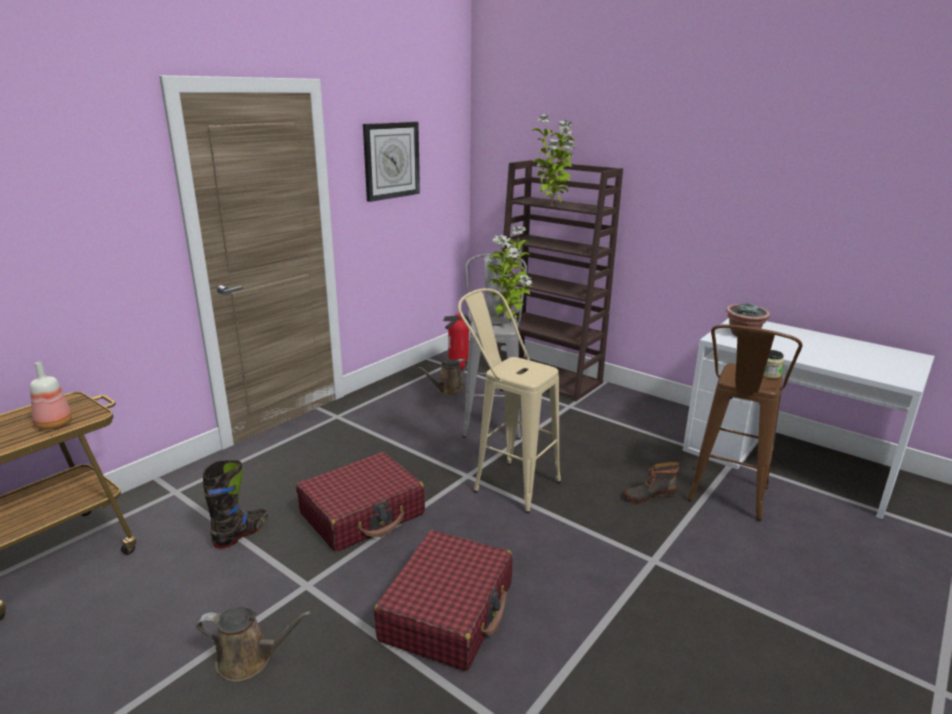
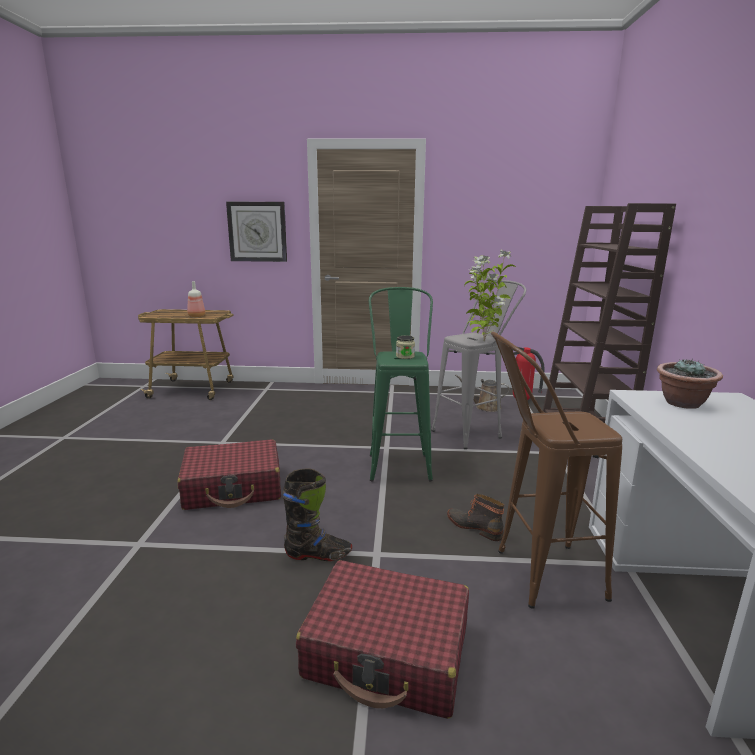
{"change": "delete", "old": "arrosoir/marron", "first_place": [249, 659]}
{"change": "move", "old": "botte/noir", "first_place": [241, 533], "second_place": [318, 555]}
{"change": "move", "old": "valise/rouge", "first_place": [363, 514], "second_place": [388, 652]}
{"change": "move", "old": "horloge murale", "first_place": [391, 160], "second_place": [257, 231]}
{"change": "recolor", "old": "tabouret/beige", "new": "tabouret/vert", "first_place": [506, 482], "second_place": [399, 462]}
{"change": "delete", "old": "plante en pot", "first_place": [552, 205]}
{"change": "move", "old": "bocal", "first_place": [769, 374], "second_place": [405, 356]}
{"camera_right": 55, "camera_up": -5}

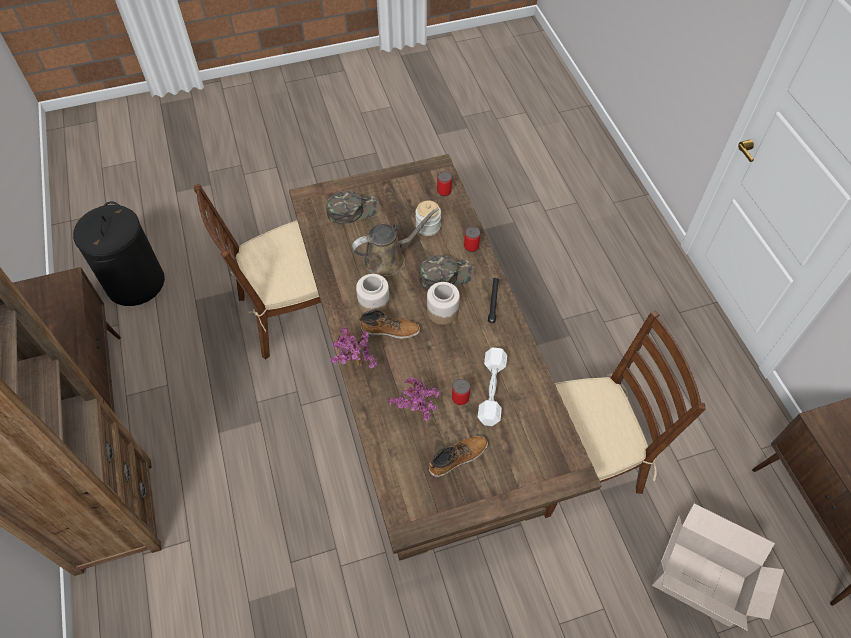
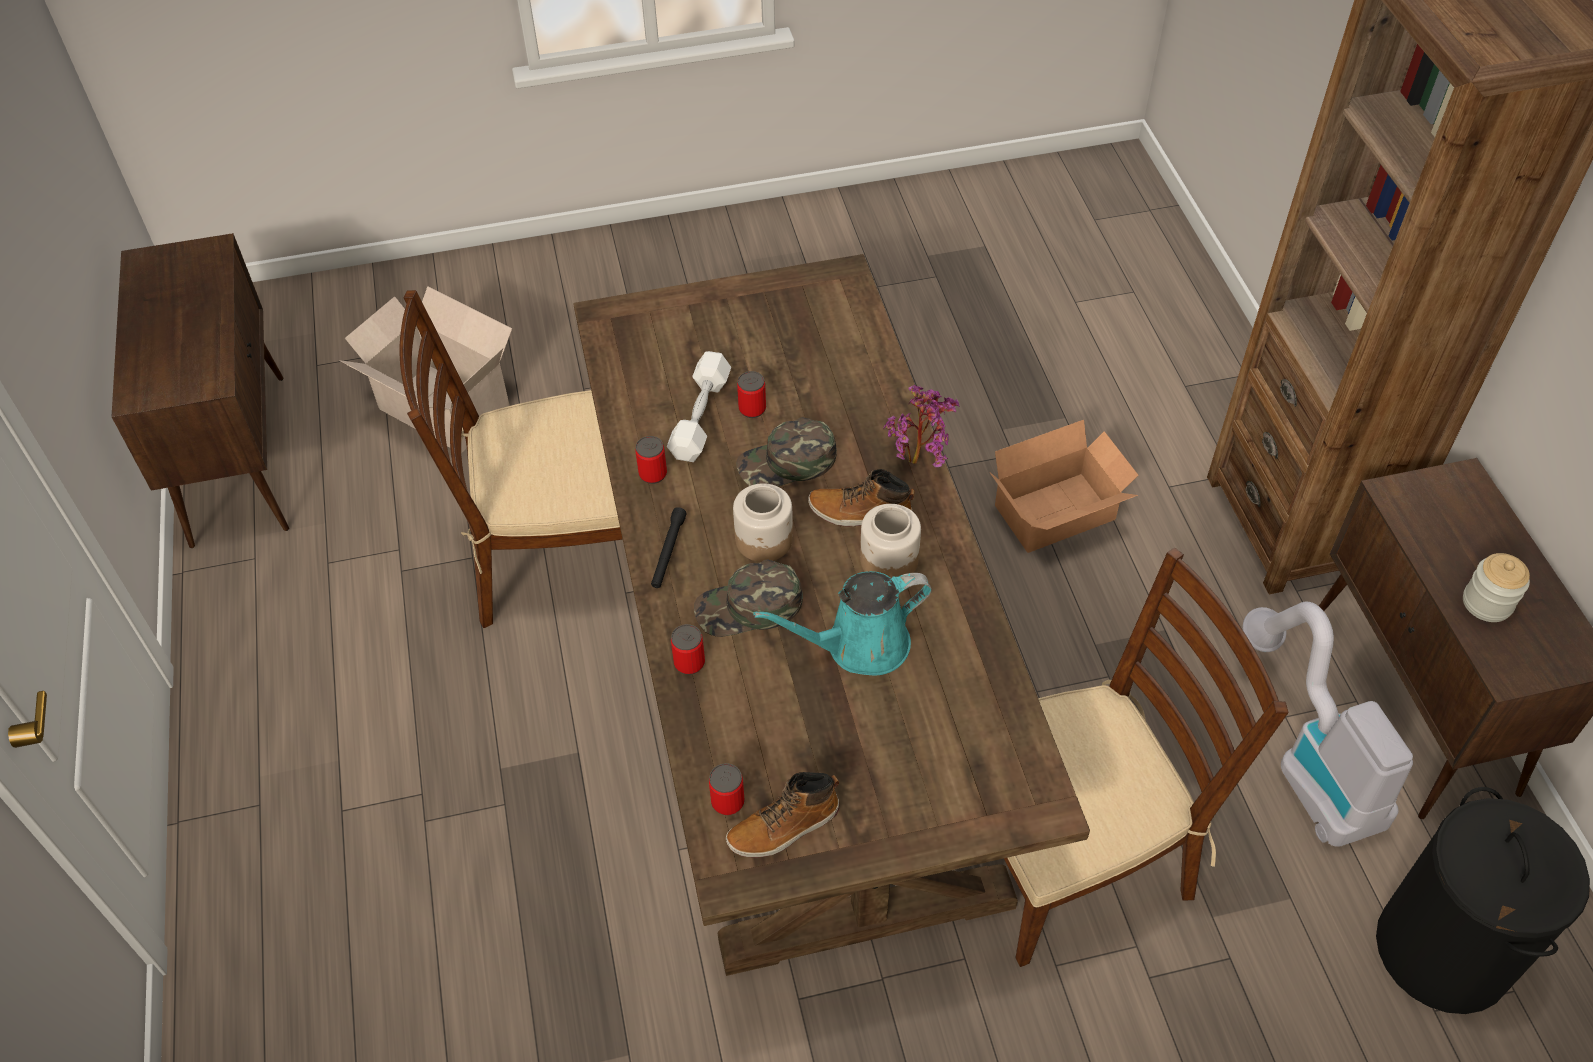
{"change": "move", "old": "casquette/vert", "first_place": [352, 209], "second_place": [787, 463]}
{"change": "recolor", "old": "arrosoir/marron", "new": "arrosoir/turquoise", "first_place": [388, 259], "second_place": [859, 645]}
{"change": "delete", "old": "plante en pot", "first_place": [418, 414]}
{"change": "move", "old": "bocal", "first_place": [428, 227], "second_place": [1487, 603]}
{"change": "move", "old": "botte", "first_place": [457, 457], "second_place": [784, 827]}
{"change": "insert", "new": "boîte métallique", "second_place": [653, 474]}
{"change": "insert", "new": "carton", "second_place": [1059, 515]}
{"change": "insert", "new": "aspirateur", "second_place": [1308, 761]}
{"camera_right": -175, "camera_up": -5}

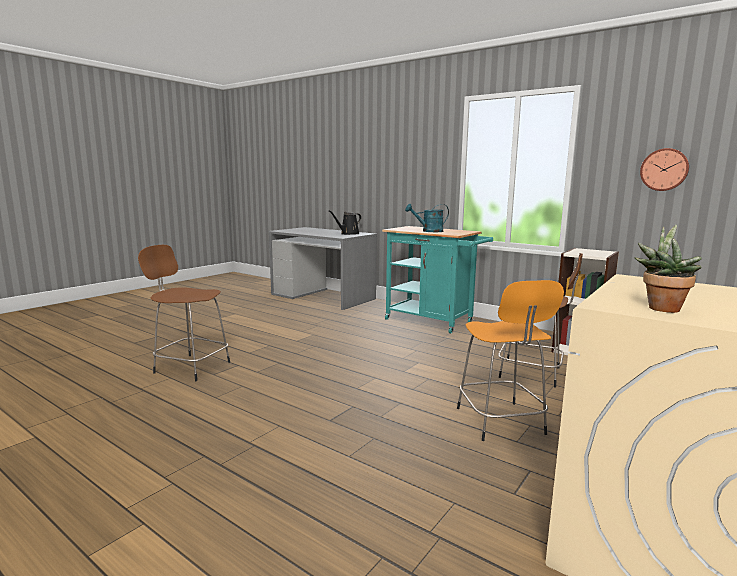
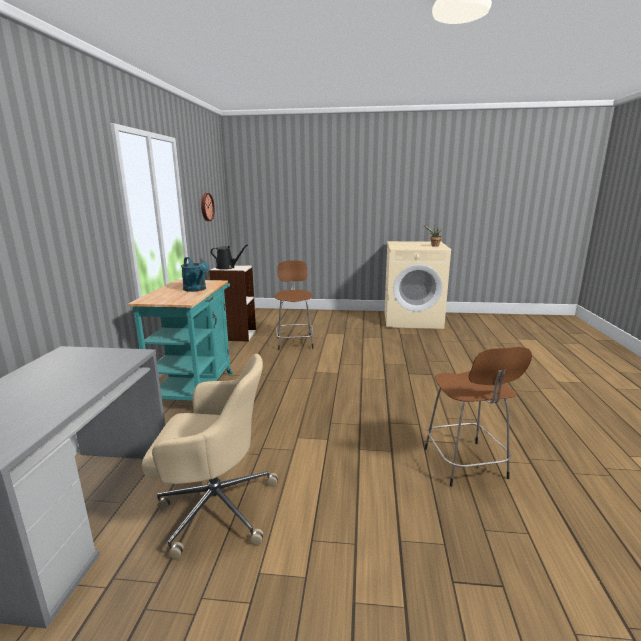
{"change": "move", "old": "arrosoir/noir", "first_place": [348, 234], "second_place": [227, 267]}
{"change": "delete", "old": "tabouret/orange", "first_place": [501, 422]}
{"change": "insert", "new": "chaise de bureau/beige", "second_place": [215, 507]}
{"camera_right": -120, "camera_up": 5}

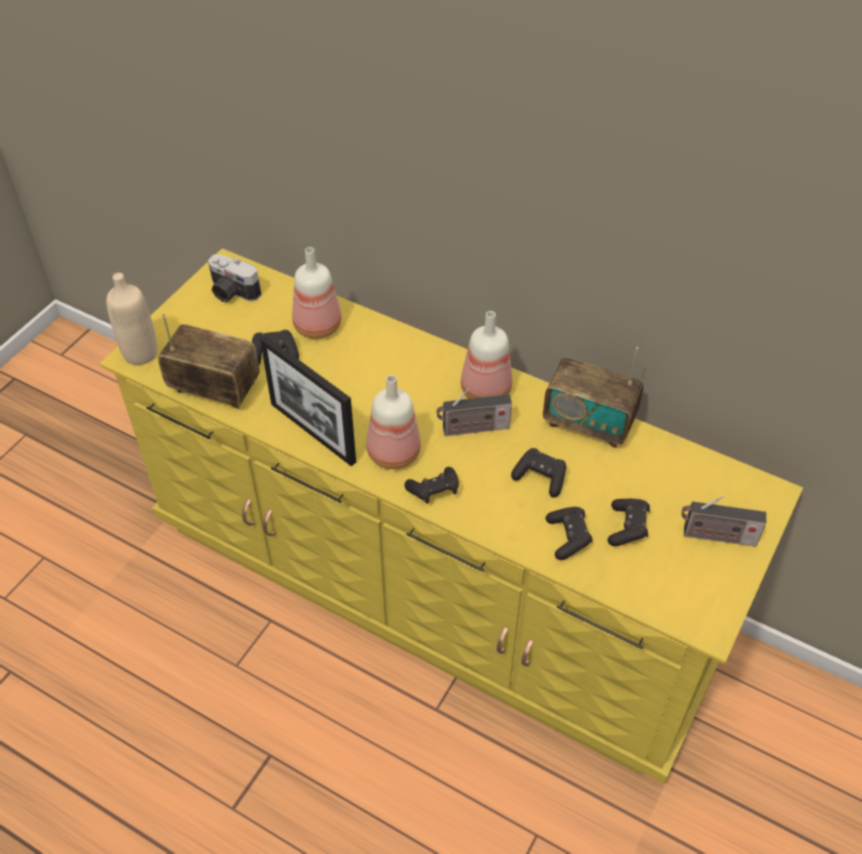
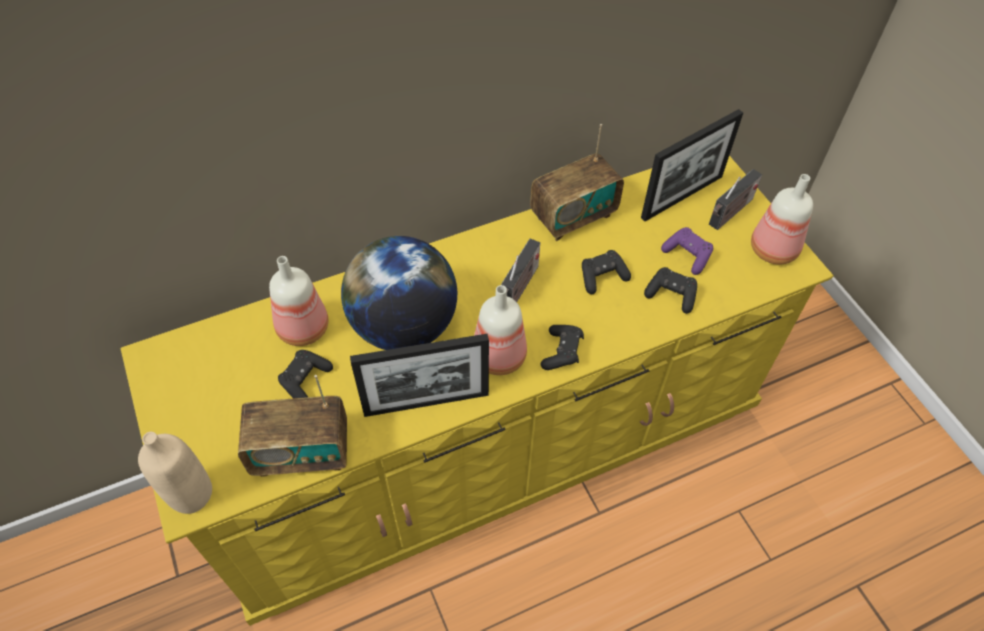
{"change": "rotate", "old": "radio", "first_place": [214, 388], "second_place": [302, 452], "degrees": -150}
{"change": "delete", "old": "appareil photo", "first_place": [232, 292]}
{"change": "move", "old": "bouteille", "first_place": [486, 391], "second_place": [775, 250]}
{"change": "recolor", "old": "manette/noir", "new": "manette/violet", "first_place": [627, 528], "second_place": [687, 255]}
{"change": "insert", "new": "globe", "second_place": [404, 326]}
{"change": "insert", "new": "cadre photo", "second_place": [682, 197]}
{"camera_right": -55, "camera_up": 5}

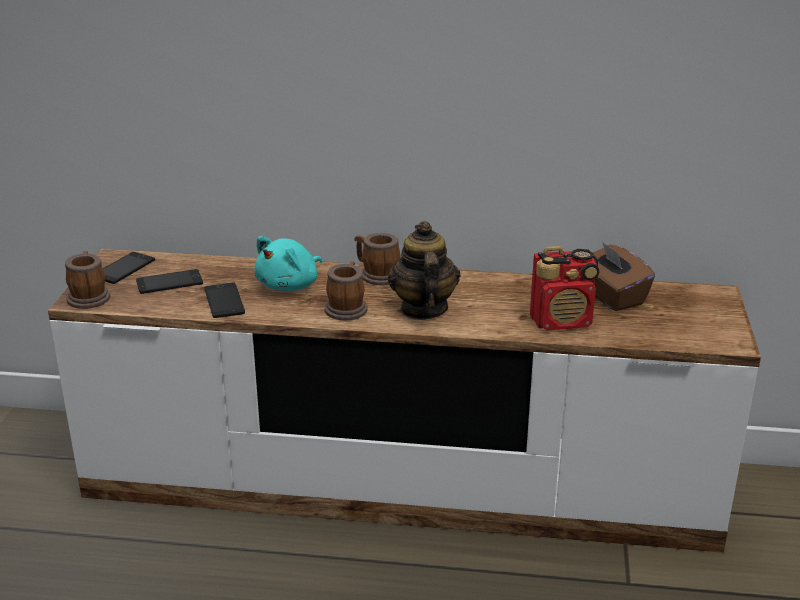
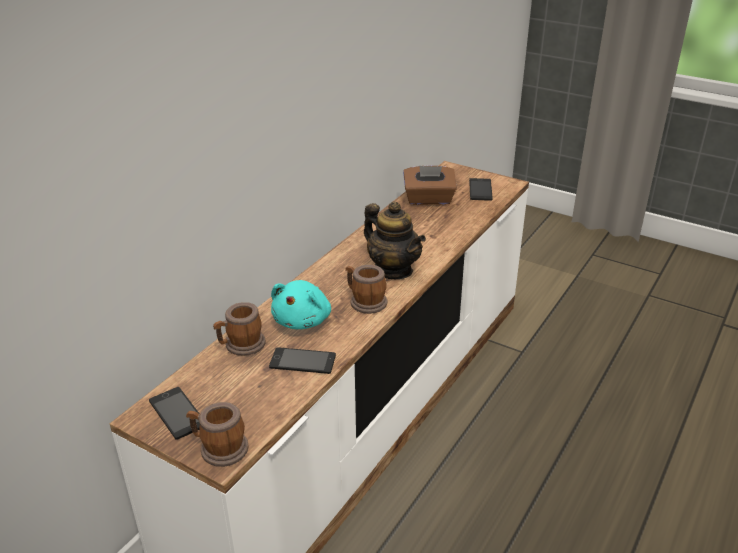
{"change": "move", "old": "téléphone", "first_place": [169, 282], "second_place": [480, 190]}
{"change": "rotate", "old": "peluche/turquoise", "first_place": [290, 285], "second_place": [303, 320], "degrees": 45}
{"change": "move", "old": "mug", "first_place": [376, 275], "second_place": [241, 345]}
{"change": "rotate", "old": "théière", "first_place": [423, 309], "second_place": [393, 270], "degrees": -150}
{"change": "delete", "old": "radio", "first_place": [562, 321]}
{"camera_right": -65, "camera_up": 5}

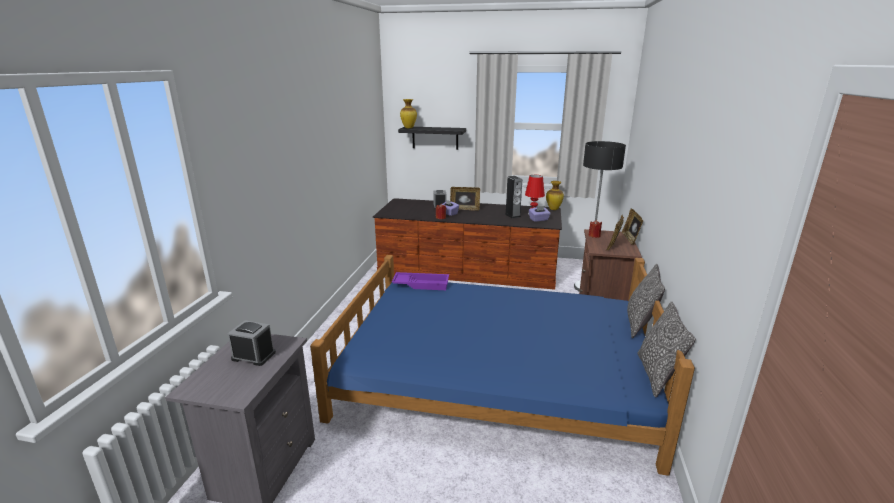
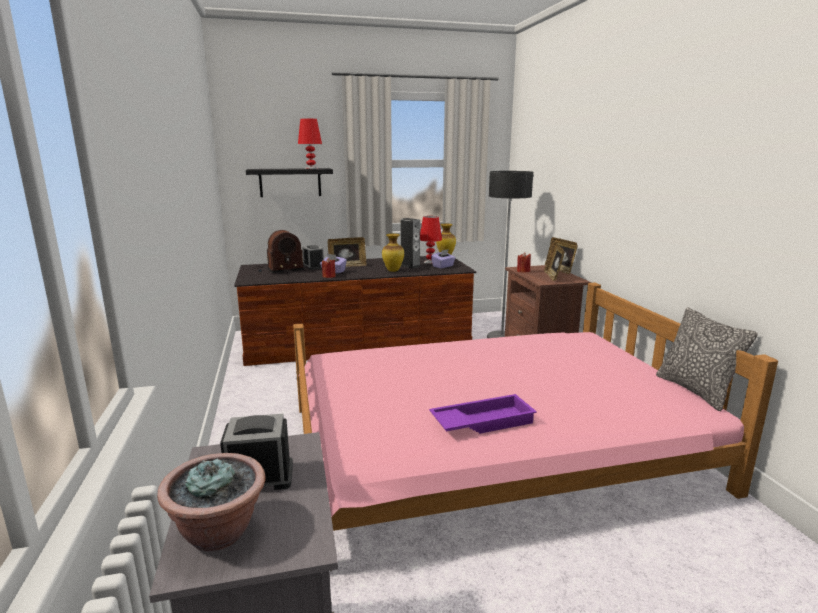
{"change": "recolor", "old": "lit/bleu", "new": "lit/rose", "first_place": [494, 375], "second_place": [489, 447]}
{"change": "move", "old": "plateau/violet", "first_place": [421, 284], "second_place": [482, 421]}
{"change": "move", "old": "vase", "first_place": [408, 128], "second_place": [393, 271]}
{"change": "delete", "old": "coussin", "first_place": [639, 324]}
{"change": "insert", "new": "plante en pot", "second_place": [219, 532]}
{"change": "insert", "new": "radio", "second_place": [278, 269]}
{"change": "insert", "new": "lampe de table/rouge", "second_place": [311, 168]}
{"camera_right": -25, "camera_up": -5}

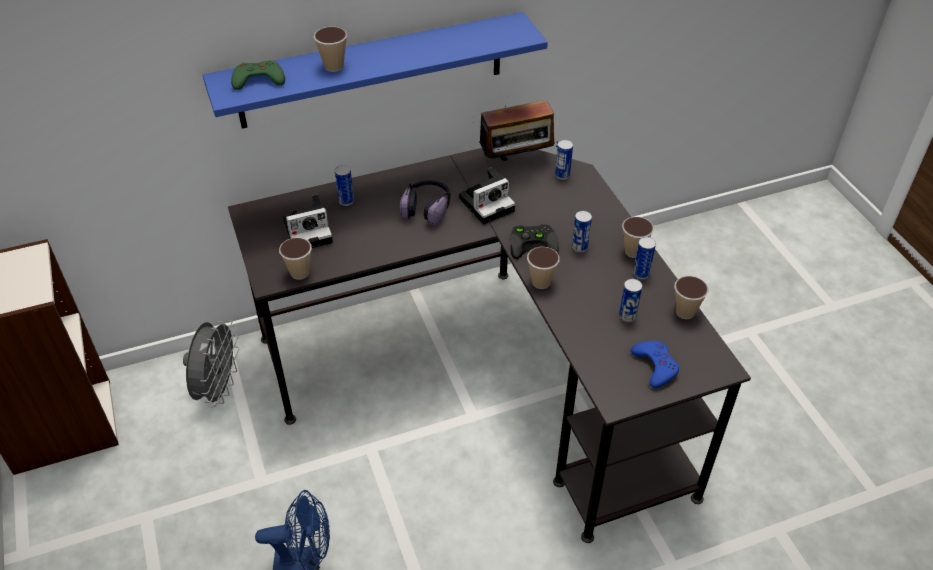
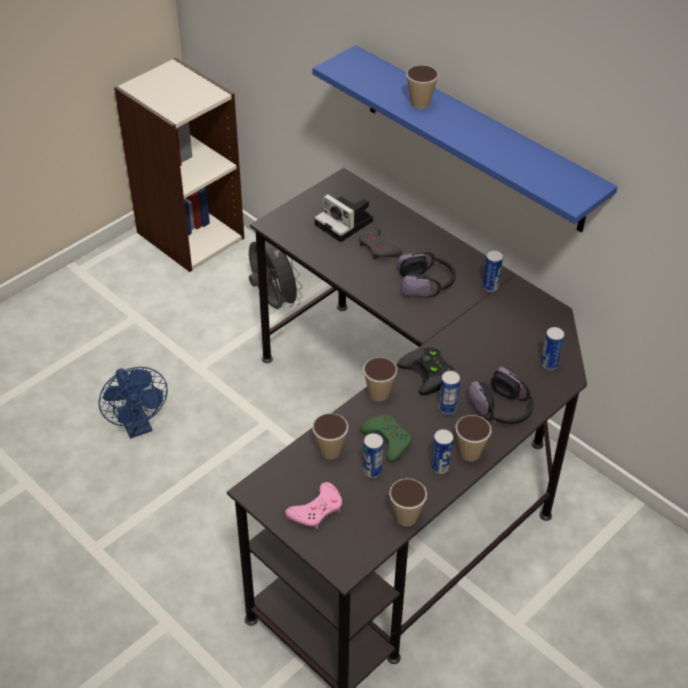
{"change": "rotate", "old": "ventilateur/gris", "first_place": [218, 388], "second_place": [273, 302], "degrees": -105}
{"change": "move", "old": "manette/vert", "first_place": [258, 80], "second_place": [387, 440]}
{"change": "move", "old": "tasse", "first_place": [299, 273], "second_place": [330, 451]}
{"change": "move", "old": "boîte métallique", "first_place": [346, 201], "second_place": [490, 287]}
{"change": "delete", "old": "appareil photo", "first_place": [488, 203]}
{"change": "delete", "old": "radio", "first_place": [517, 161]}
{"change": "recolor", "old": "manette/bleu", "new": "manette/rose", "first_place": [655, 366], "second_place": [316, 510]}
{"change": "insert", "new": "manette/gris", "second_place": [378, 248]}
{"change": "insert", "new": "casque audio", "second_place": [501, 409]}
{"camera_right": 65, "camera_up": 0}

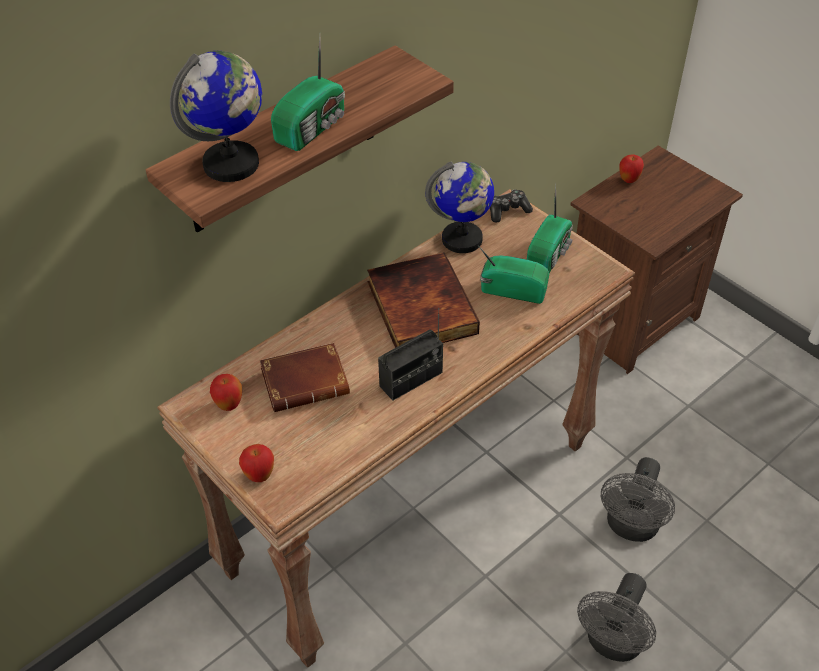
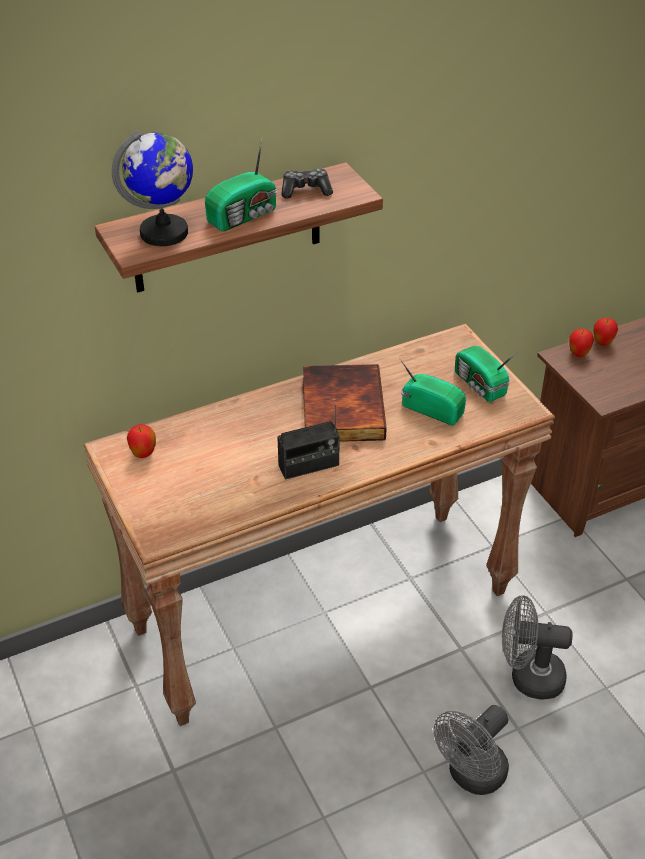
{"change": "move", "old": "pomme", "first_place": [259, 476], "second_place": [578, 354]}
{"change": "delete", "old": "livre/marron", "first_place": [307, 381]}
{"change": "delete", "old": "globe", "first_place": [462, 239]}
{"change": "move", "old": "manette", "first_place": [507, 210], "second_place": [306, 190]}
{"change": "rotate", "old": "radio", "first_place": [550, 254], "second_place": [480, 385], "degrees": 105}
{"change": "rotate", "old": "ventilateur/gris", "first_place": [631, 527], "second_place": [528, 677], "degrees": 60}
{"camera_right": 15, "camera_up": -5}

